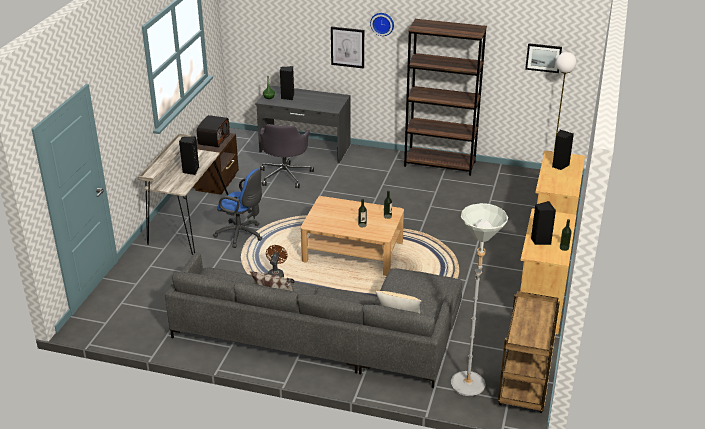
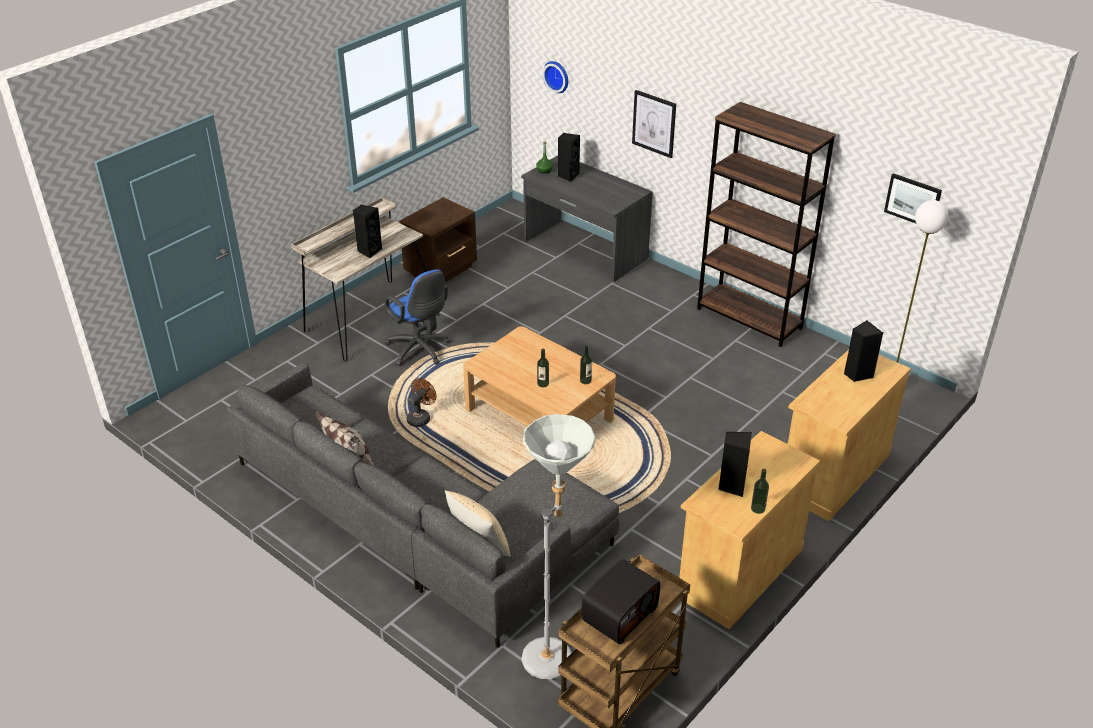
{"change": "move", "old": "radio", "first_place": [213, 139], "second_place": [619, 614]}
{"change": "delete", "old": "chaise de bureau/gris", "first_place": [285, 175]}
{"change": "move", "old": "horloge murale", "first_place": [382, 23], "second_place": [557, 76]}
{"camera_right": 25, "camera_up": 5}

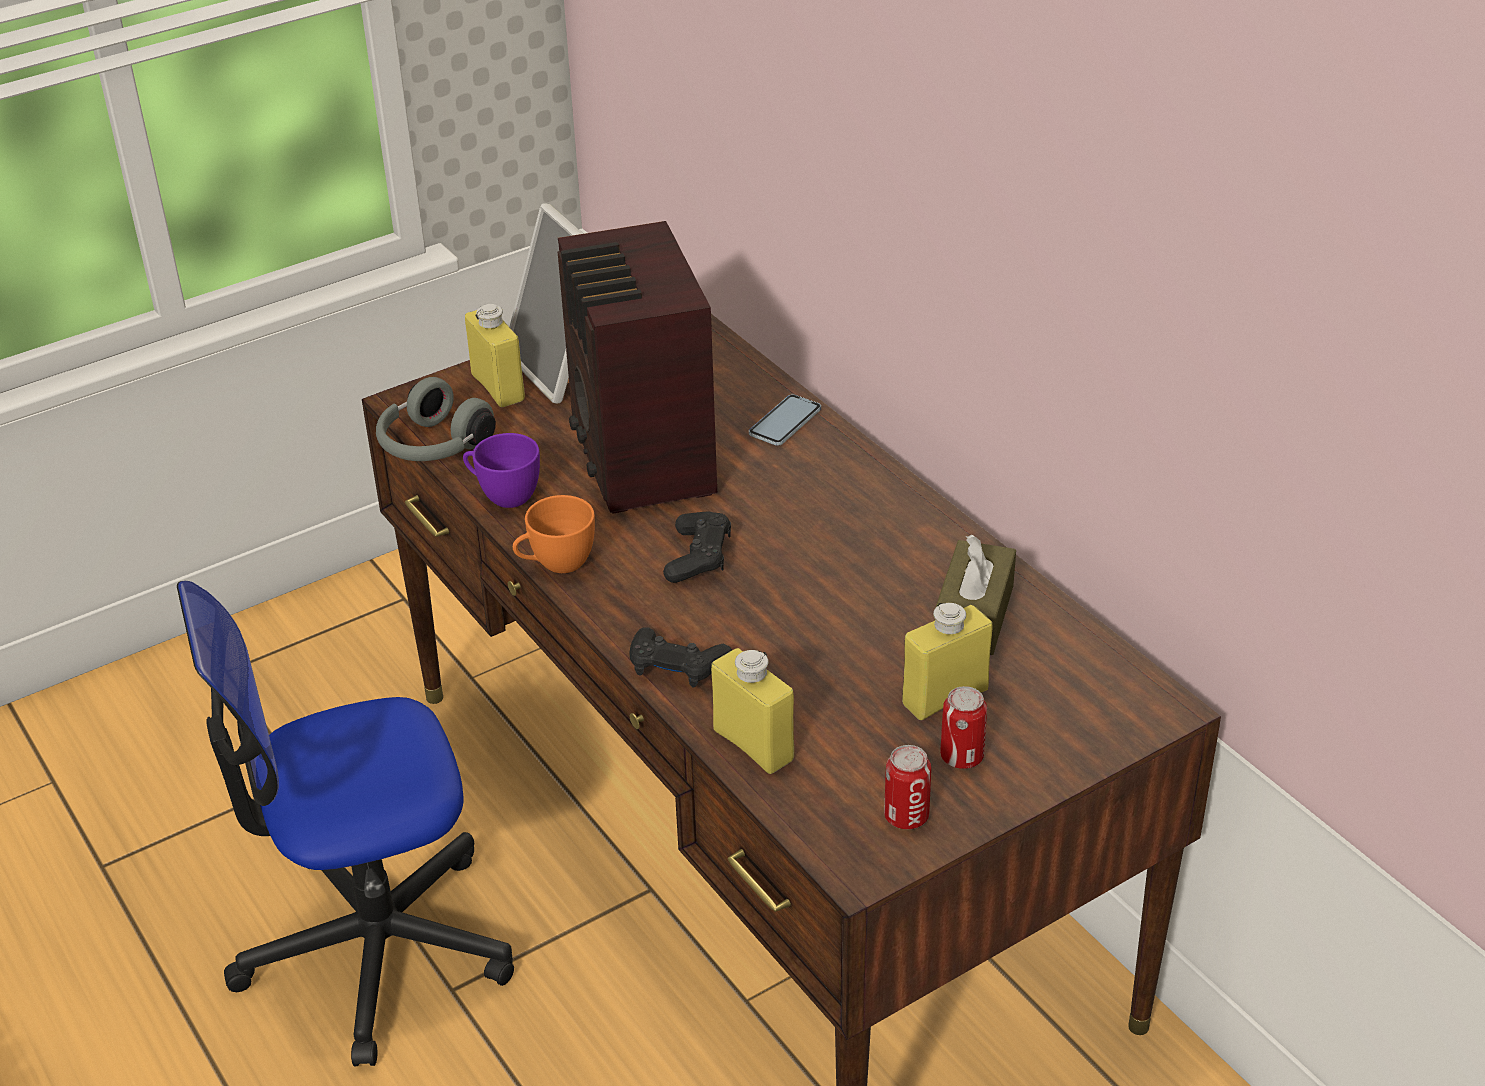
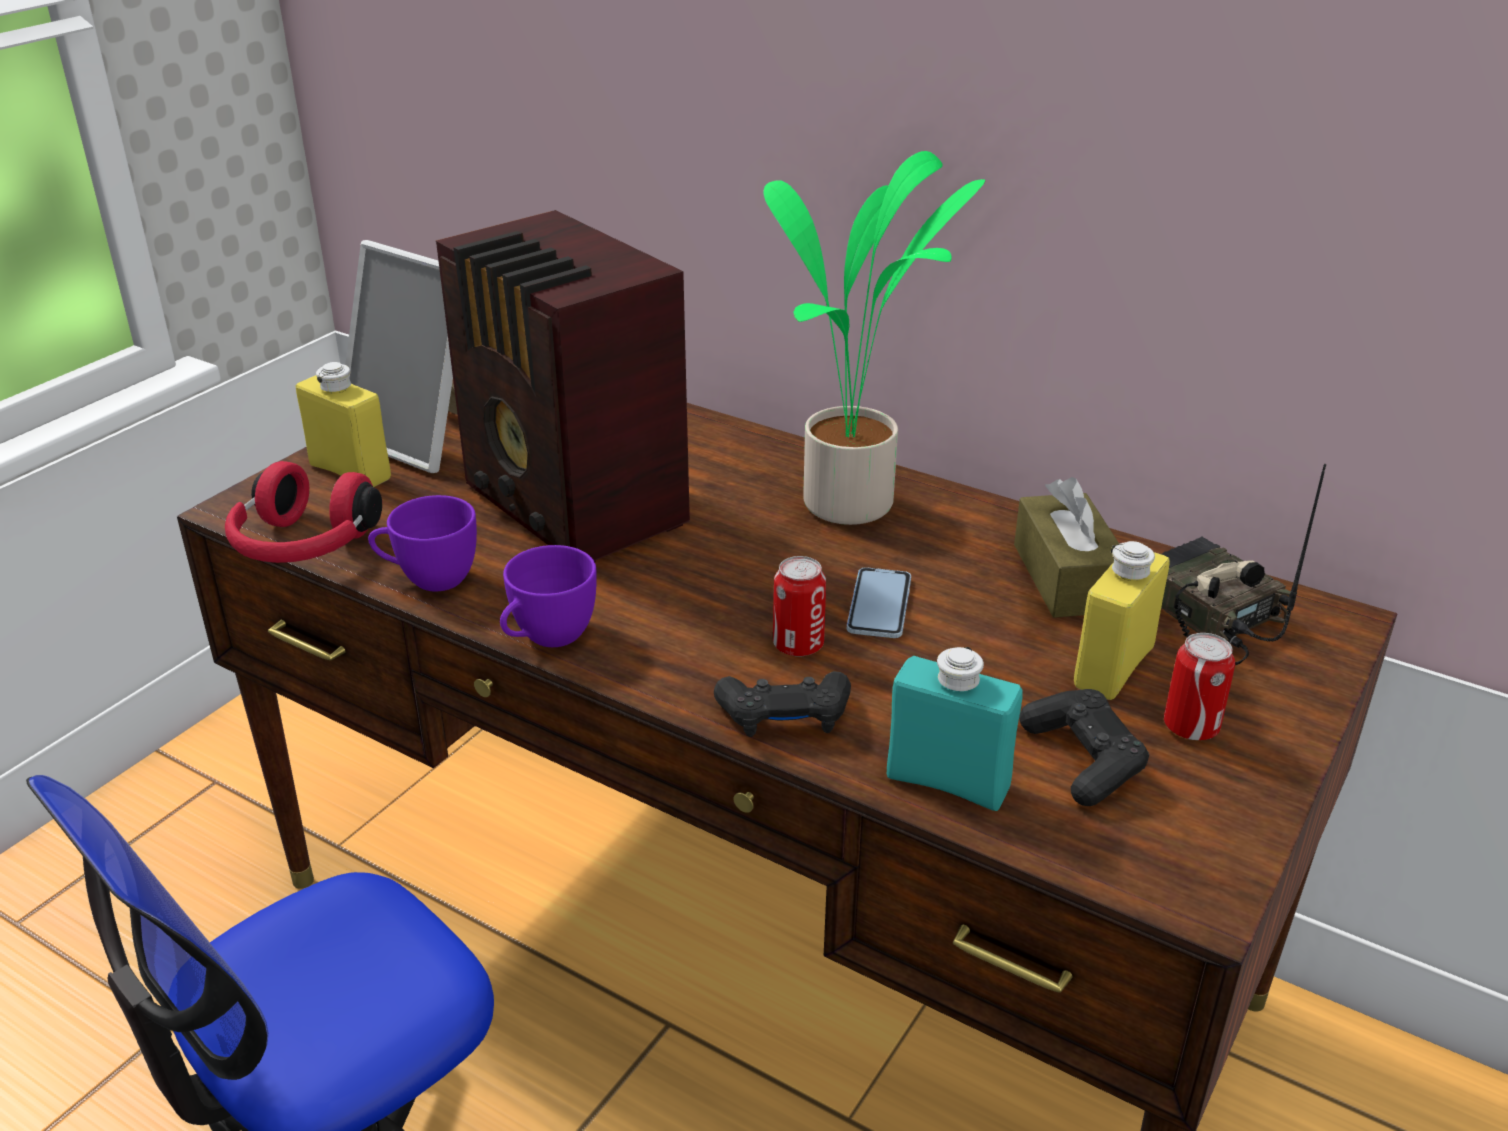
{"change": "recolor", "old": "casque audio/gris", "new": "casque audio/rouge", "first_place": [433, 446], "second_place": [303, 546]}
{"change": "recolor", "old": "tasse/orange", "new": "tasse/violet", "first_place": [556, 564], "second_place": [547, 638]}
{"change": "move", "old": "manette/noir", "first_place": [698, 557], "second_place": [1083, 759]}
{"change": "recolor", "old": "bouteille/jaune", "new": "bouteille/turquoise", "first_place": [753, 745], "second_place": [948, 782]}
{"change": "move", "old": "téléphone", "first_place": [785, 422], "second_place": [879, 605]}
{"change": "move", "old": "boîte métallique", "first_place": [906, 816], "second_place": [798, 645]}
{"change": "insert", "new": "plante en pot", "second_place": [855, 505]}
{"change": "insert", "new": "radio", "second_place": [1205, 615]}
{"camera_right": -25, "camera_up": -5}

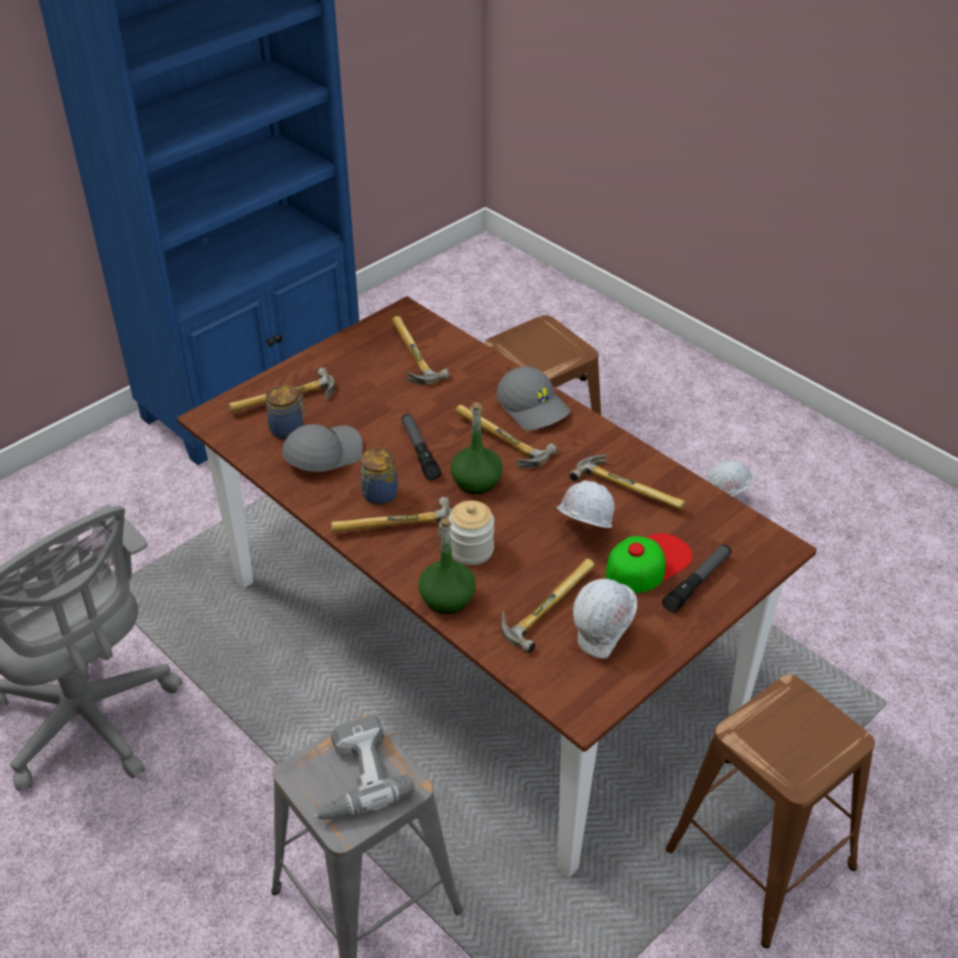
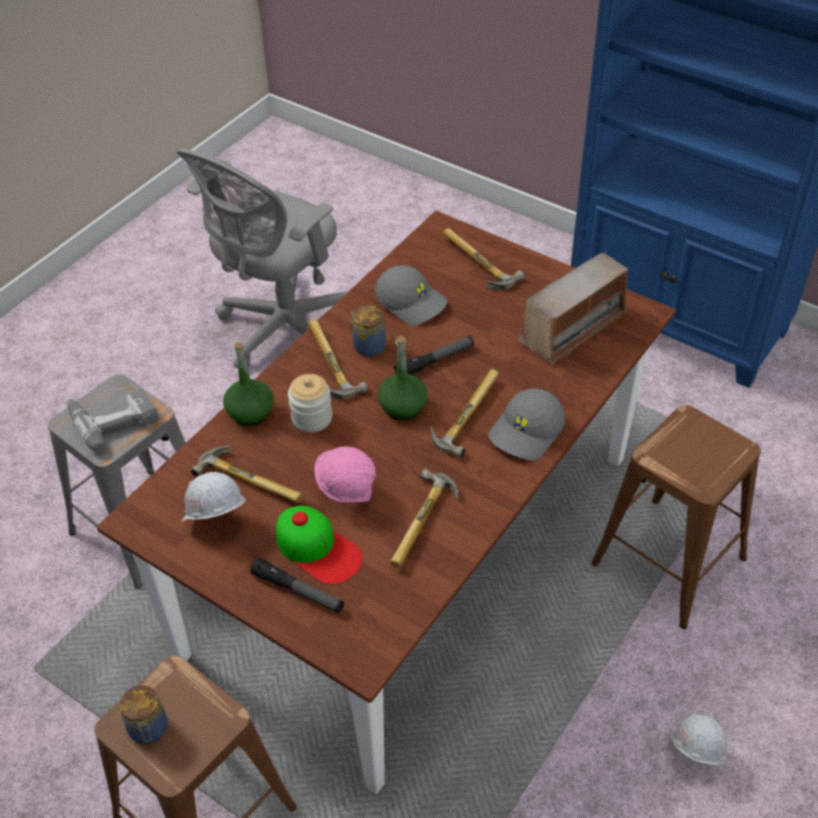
{"change": "move", "old": "bocal", "first_place": [288, 430], "second_place": [149, 730]}
{"change": "replace", "old": "marteau", "new": "radio", "first_place": [409, 356], "second_place": [573, 329]}
{"change": "recolor", "old": "casque de chantier/blanc", "new": "casque de chantier/rose", "first_place": [581, 534], "second_place": [348, 493]}
{"camera_right": 80, "camera_up": 5}

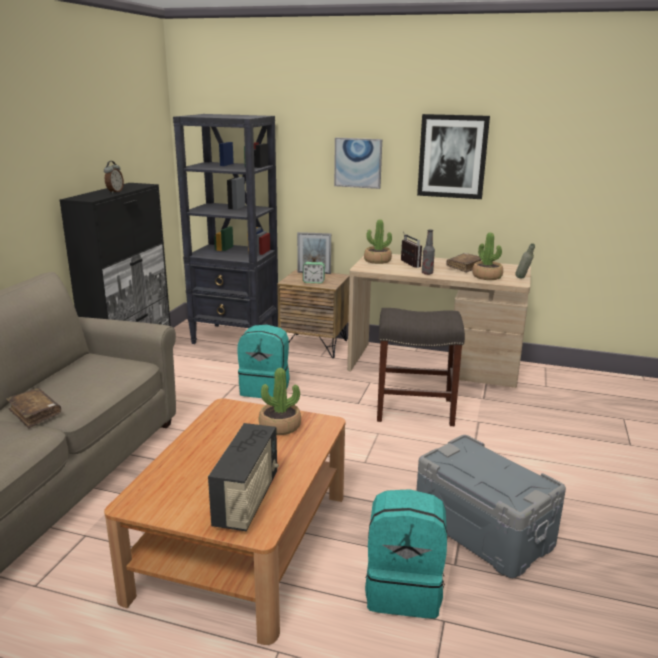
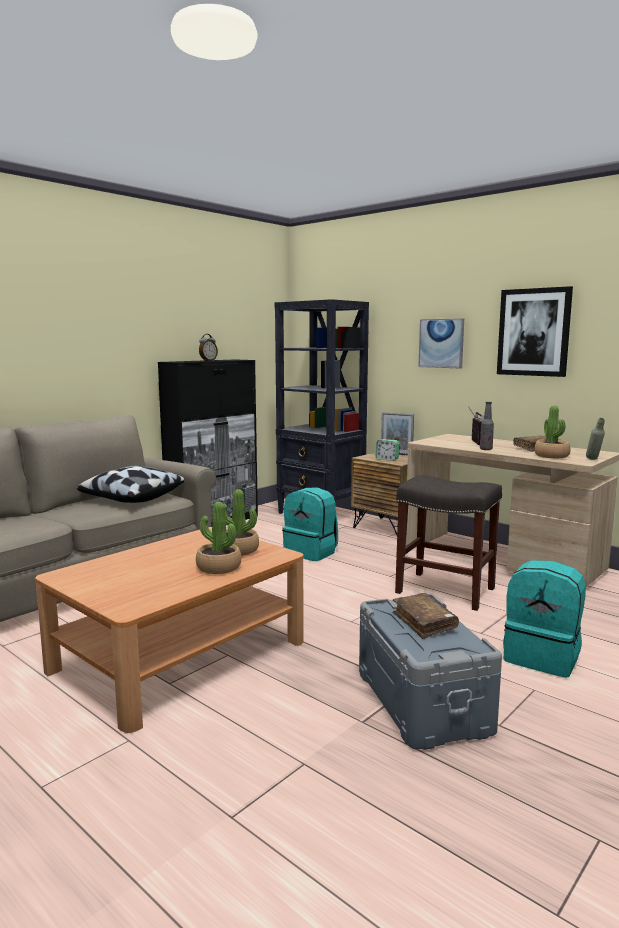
{"change": "move", "old": "livre/marron", "first_place": [35, 413], "second_place": [424, 622]}
{"change": "delete", "old": "radio", "first_place": [247, 500]}
{"change": "move", "old": "plante en pot", "first_place": [377, 261], "second_place": [218, 567]}
{"change": "move", "old": "sac à dos/turquoise", "first_place": [404, 589], "second_place": [542, 657]}
{"change": "insert", "new": "coussin", "second_place": [130, 499]}
{"camera_right": 25, "camera_up": -10}

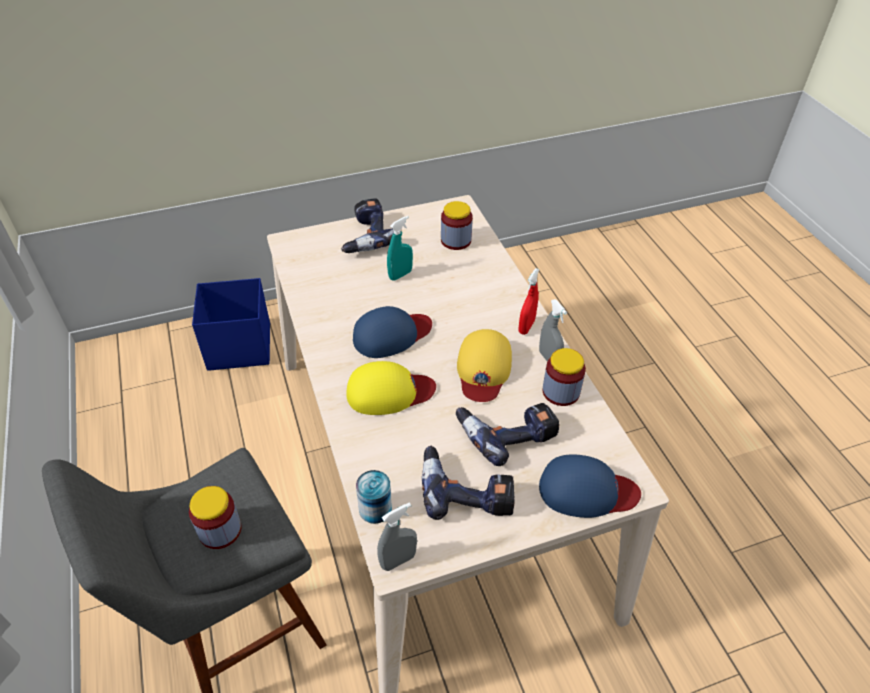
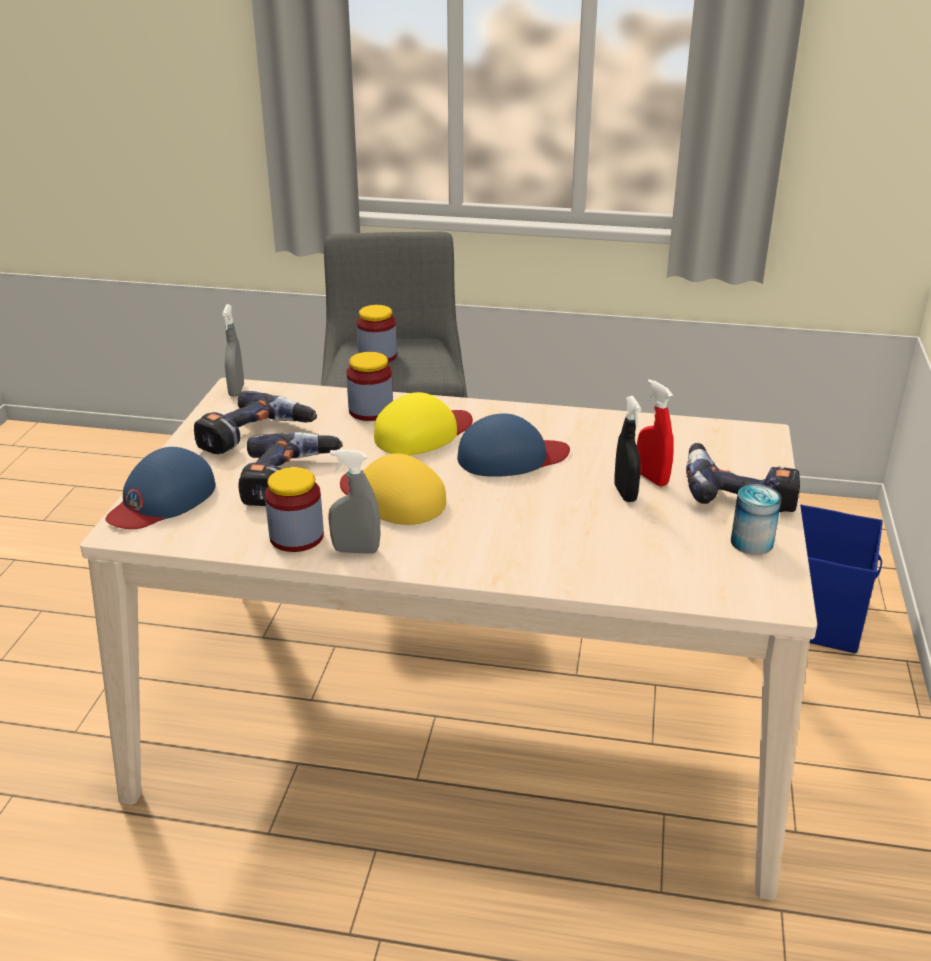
{"change": "rotate", "old": "casquette/jaune", "first_place": [389, 392], "second_place": [423, 433], "degrees": -150}
{"change": "rotate", "old": "casquette/bleu", "first_place": [391, 335], "second_place": [511, 457], "degrees": -105}
{"change": "move", "old": "boîte métallique", "first_place": [375, 509], "second_place": [751, 542]}
{"change": "recolor", "old": "vaporisateur/turquoise", "new": "vaporisateur/noir", "first_place": [400, 275], "second_place": [625, 493]}
{"change": "move", "old": "bocal", "first_place": [456, 240], "second_place": [371, 411]}
{"change": "move", "old": "vaporisateur/rouge", "first_place": [526, 327], "second_place": [651, 478]}
{"camera_right": 120, "camera_up": -15}

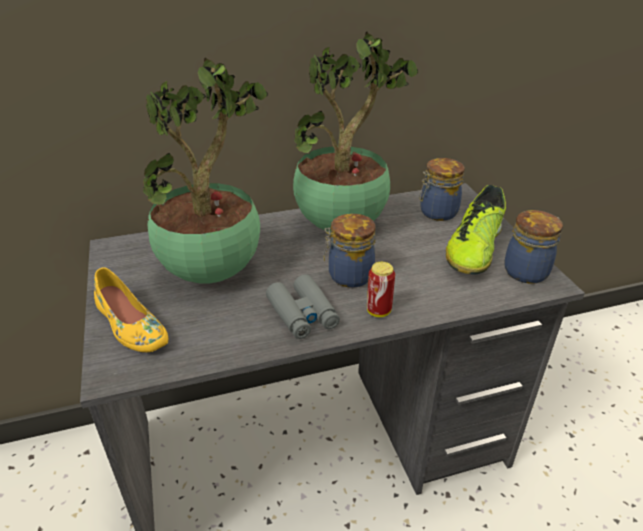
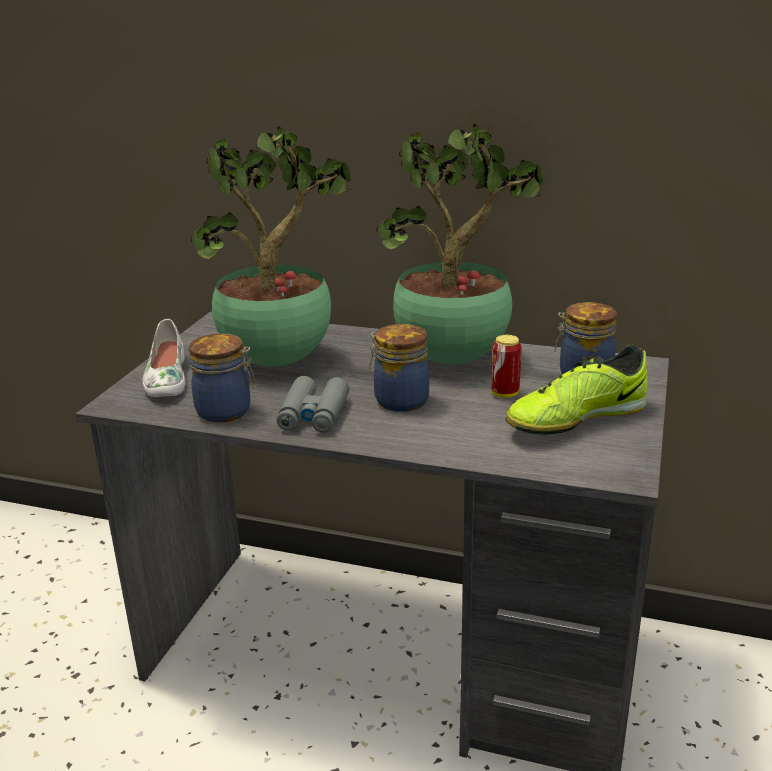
{"change": "recolor", "old": "chaussure/jaune", "new": "chaussure/blanc", "first_place": [130, 325], "second_place": [166, 378]}
{"change": "move", "old": "boîte métallique", "first_place": [378, 311], "second_place": [505, 394]}
{"change": "move", "old": "bocal", "first_place": [527, 271], "second_place": [226, 411]}
{"camera_right": 35, "camera_up": -10}

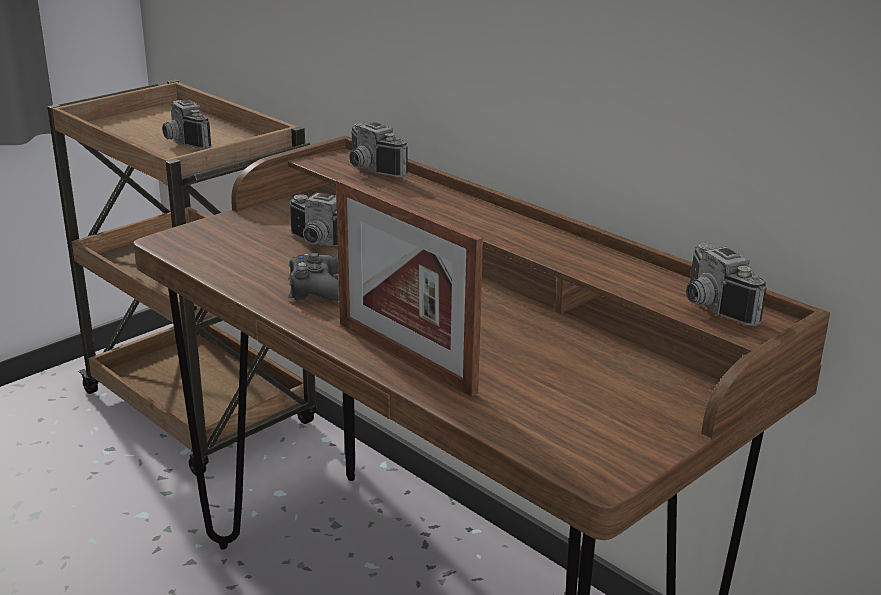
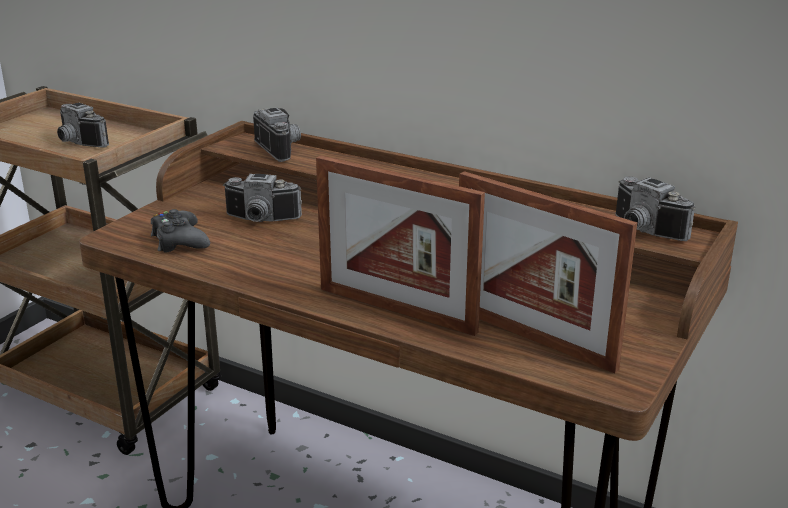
{"change": "move", "old": "manette/noir", "first_place": [316, 289], "second_place": [179, 241]}
{"change": "rotate", "old": "appareil photo", "first_place": [370, 170], "second_place": [282, 149], "degrees": -150}
{"change": "insert", "new": "cadre photo", "second_place": [532, 338]}
{"camera_right": -15, "camera_up": 0}

